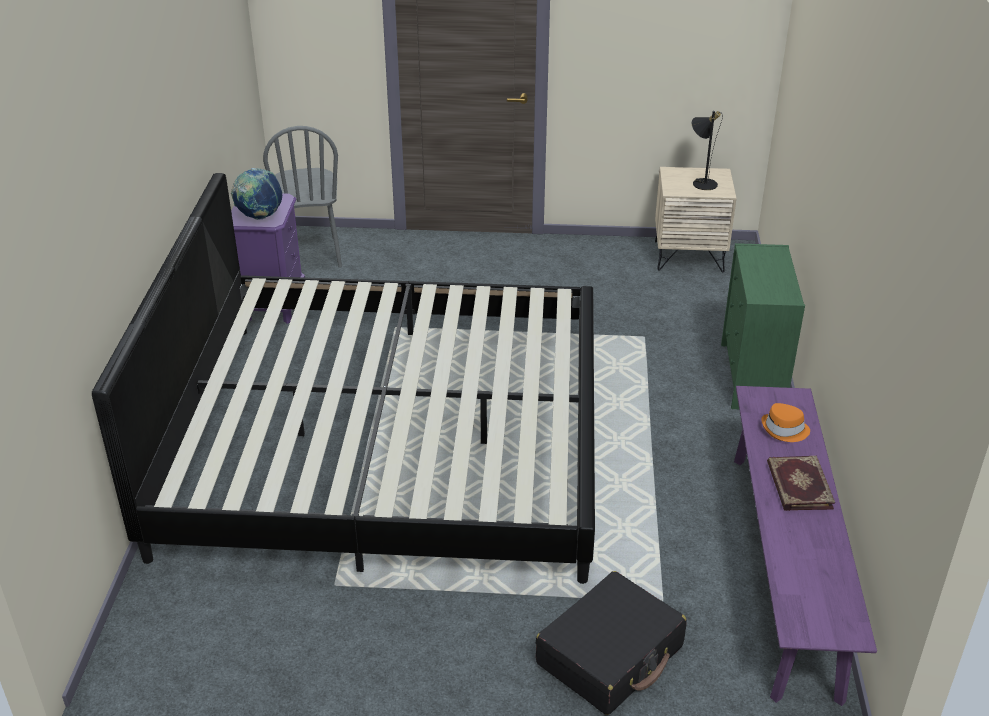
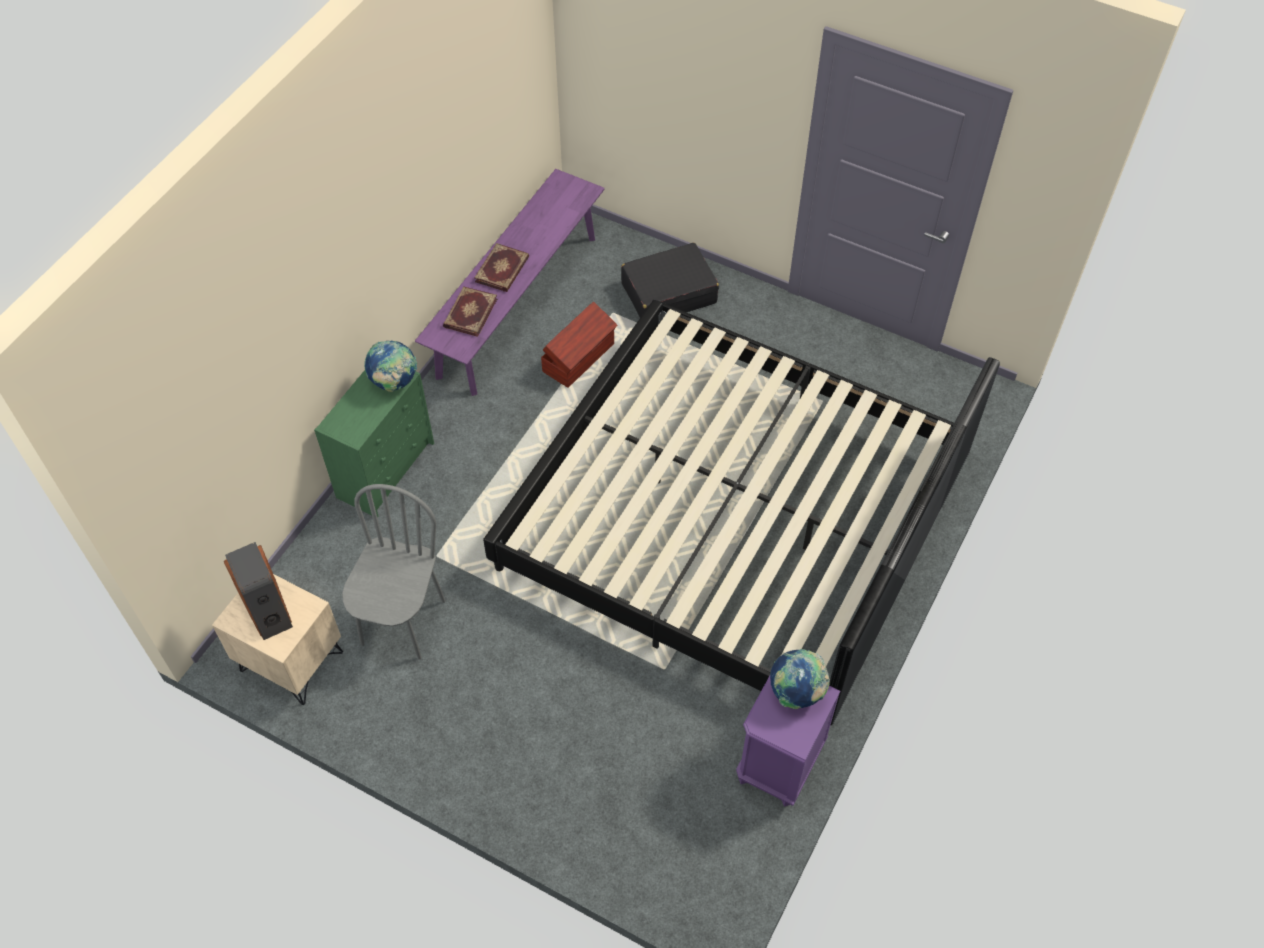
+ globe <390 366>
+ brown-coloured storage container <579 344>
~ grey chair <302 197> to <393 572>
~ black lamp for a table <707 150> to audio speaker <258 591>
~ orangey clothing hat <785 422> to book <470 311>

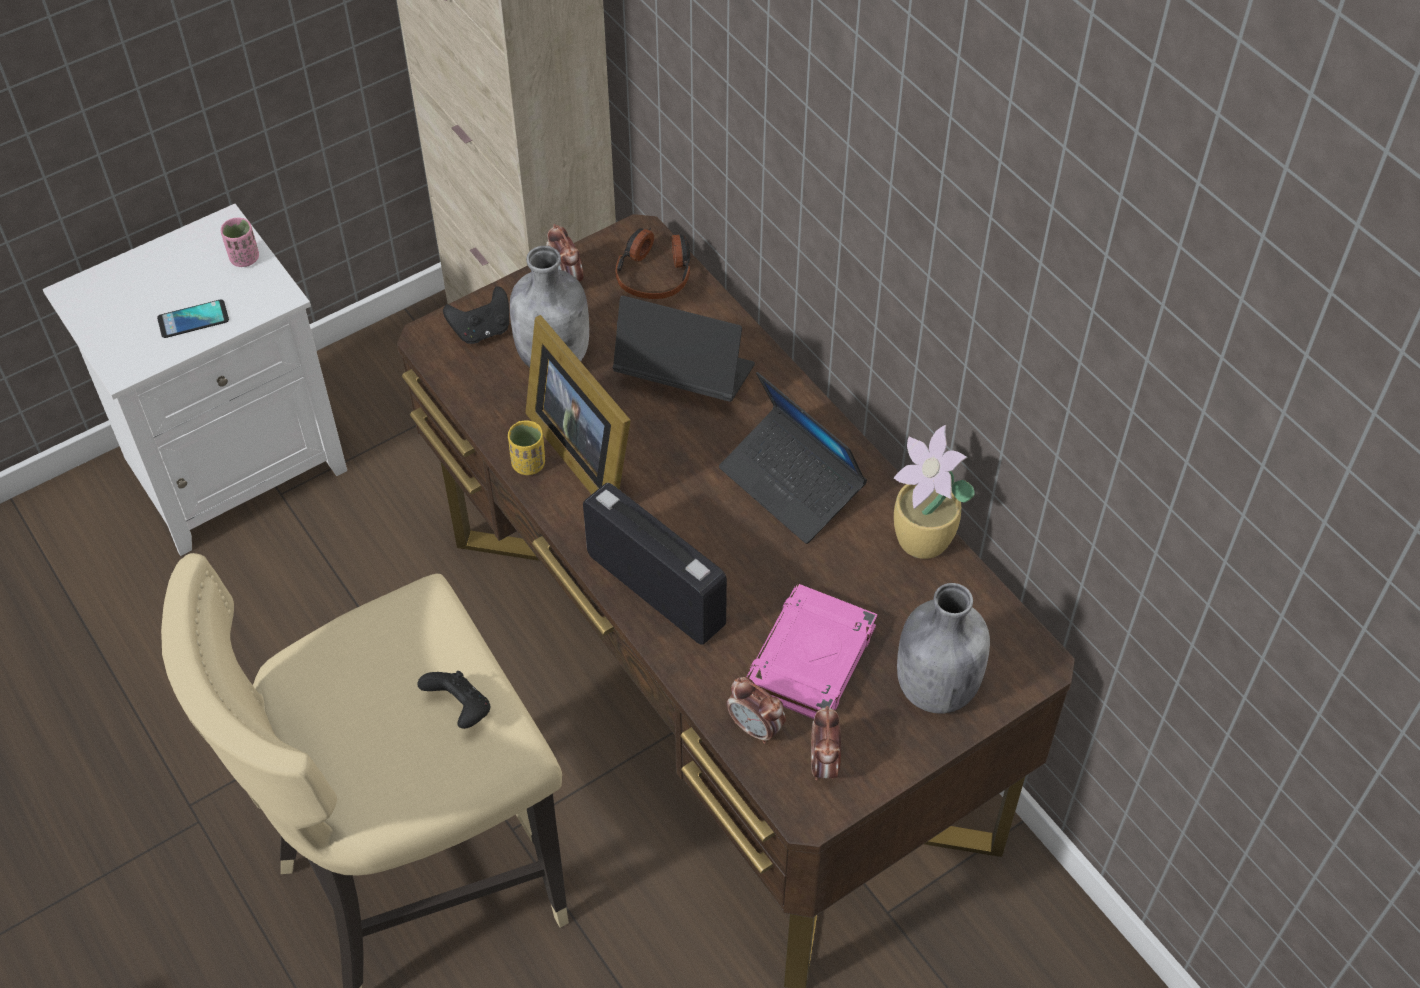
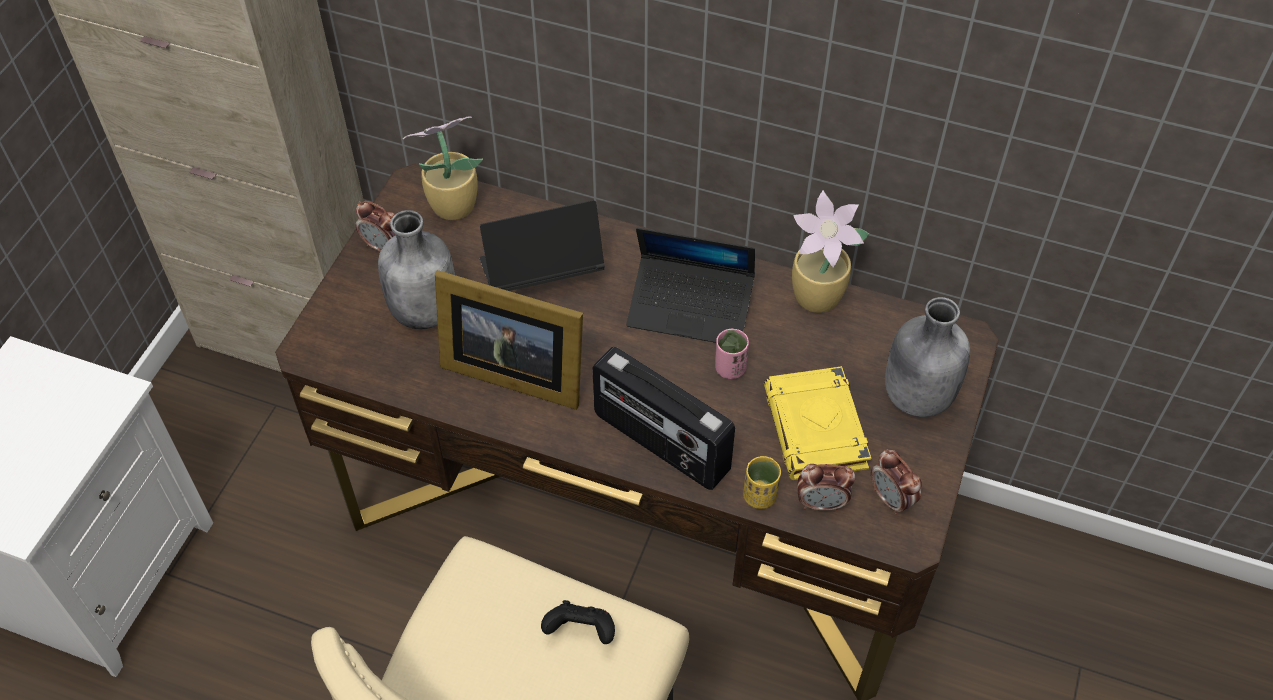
- handset <193 318>
- black gamepad <476 315>
~ pinkish small cup <240 242> to <732 354>
~ yellow small cup <526 448> to <762 482>
~ headset <652 263> to plant in a pot <443 168>
~ pinkish book <812 651> to yellow book <817 423>
~ radio <655 564> = <663 418> 150 degrees counterclockwise

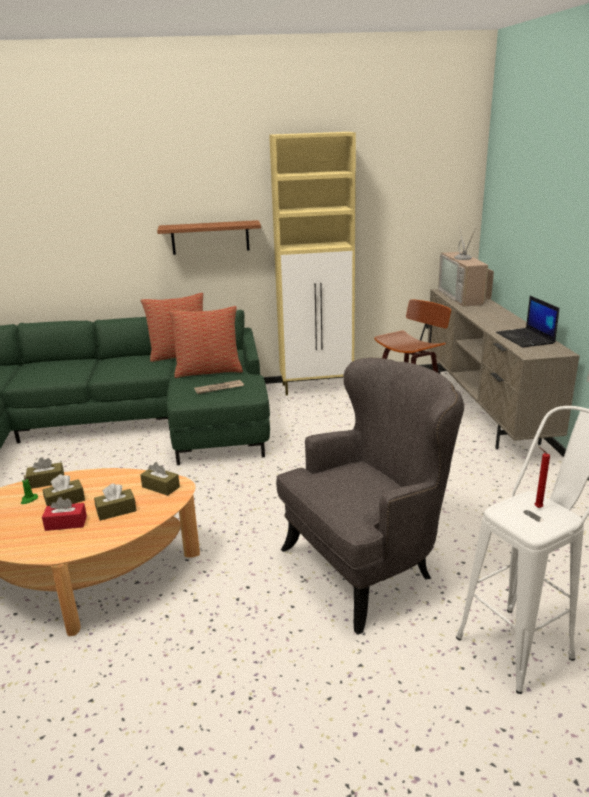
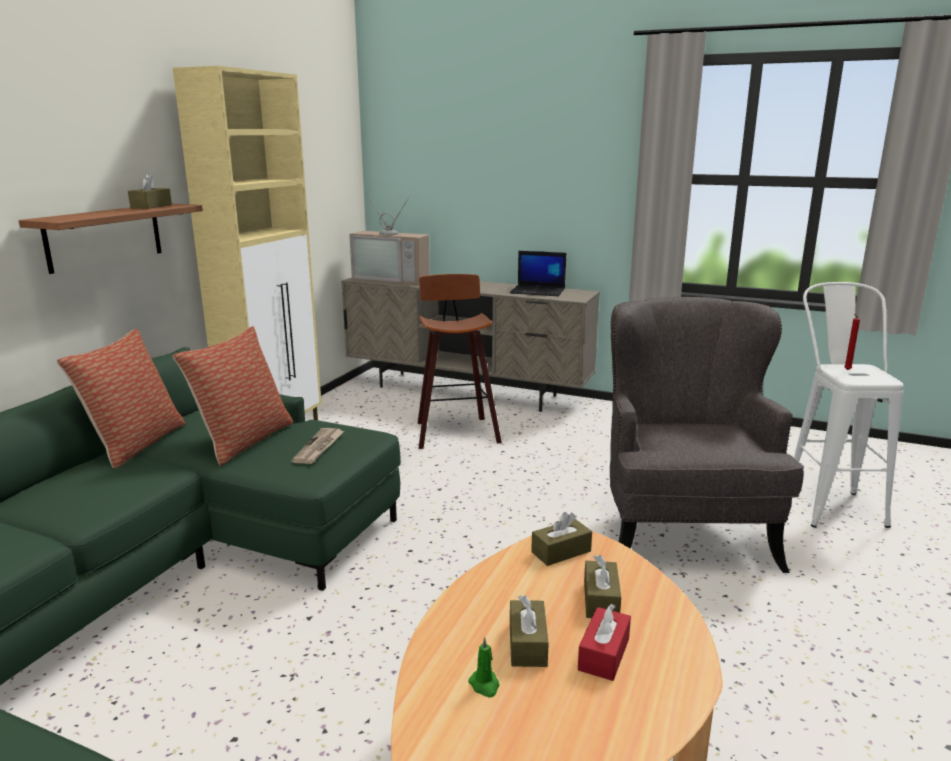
~ brown-coloured box of tissues <45 473> to <150 191>

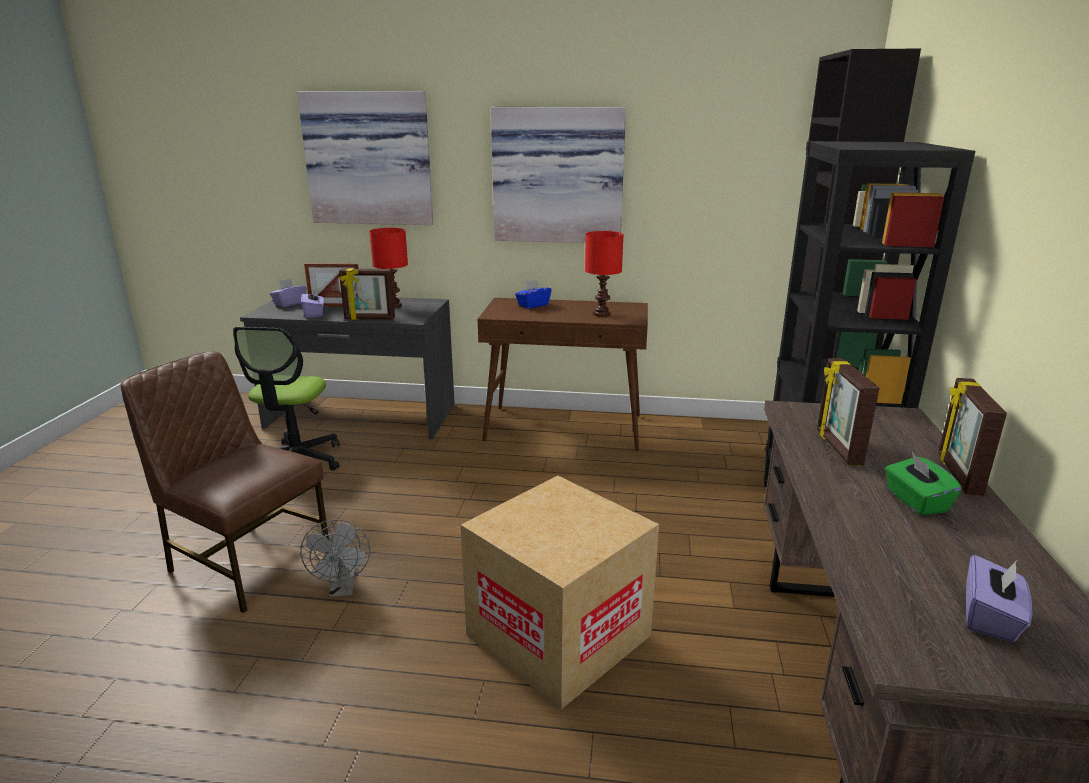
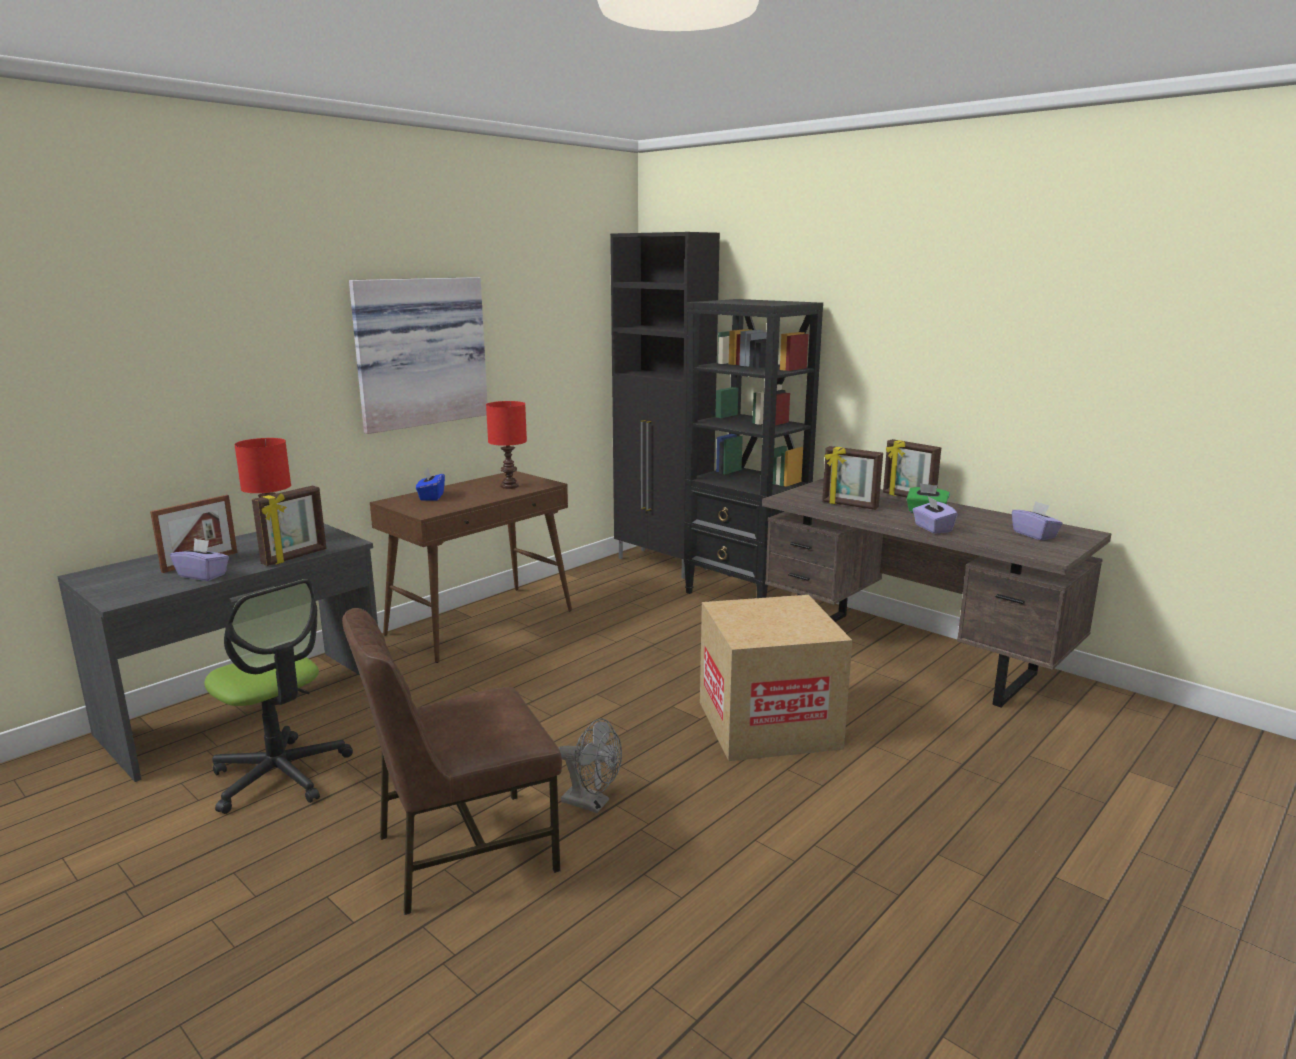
- wall picture <365 158>
~ purple box of tissues <288 293> to <935 515>

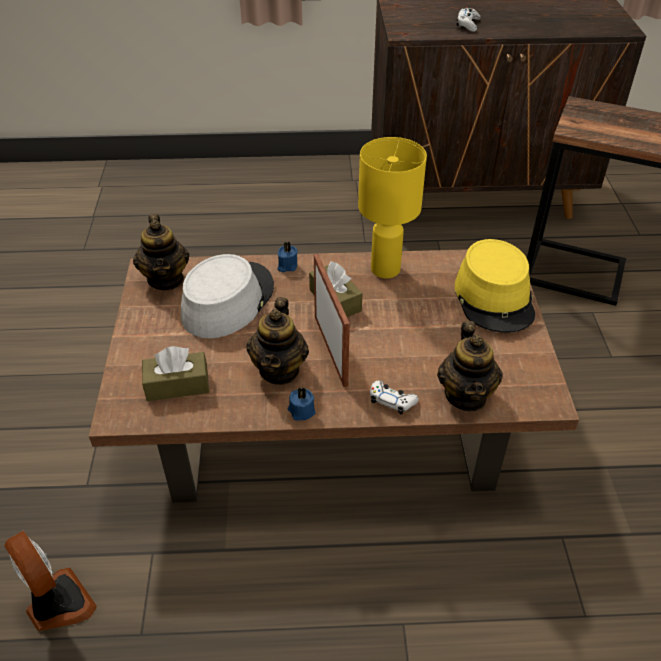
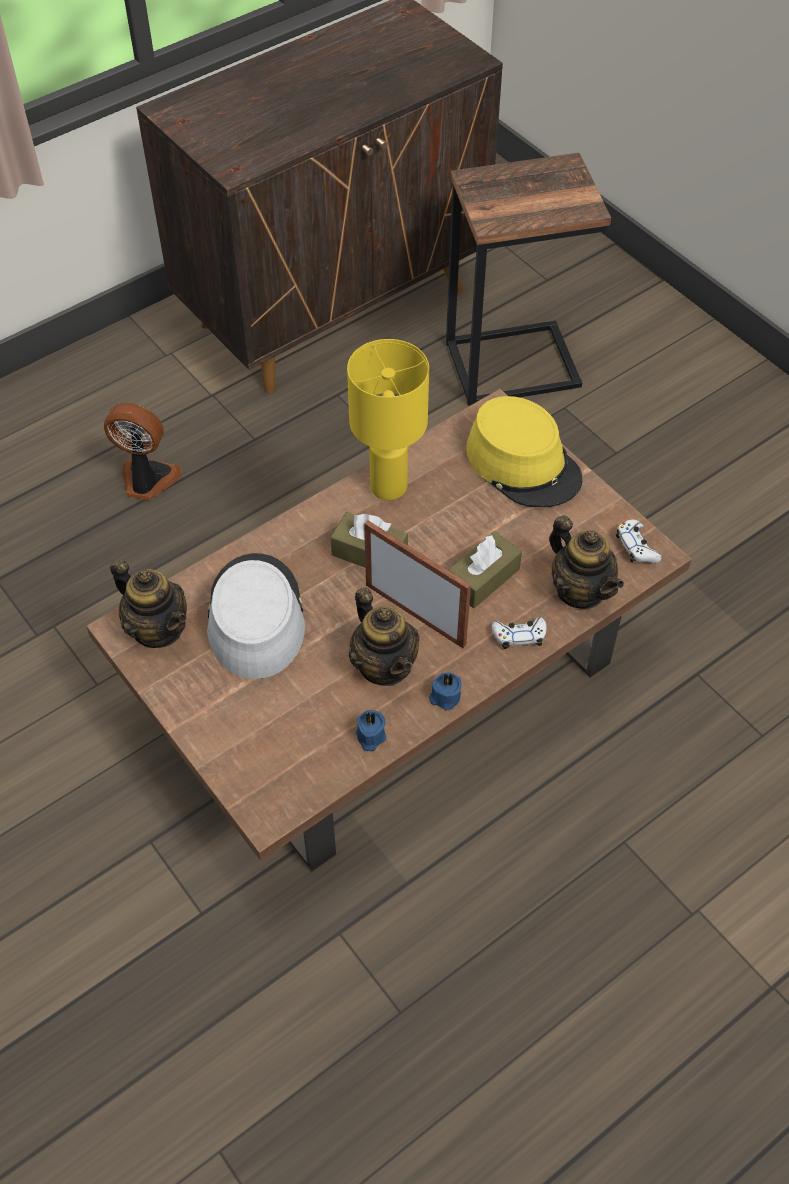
~ cooling fan <50 581> to <143 451>
~ brown-coloured box of tissues <175 373> to <485 569>
~ blue-coloured wax light <287 257> to <371 730>
~ whitish gamepad <468 19> to <638 541>

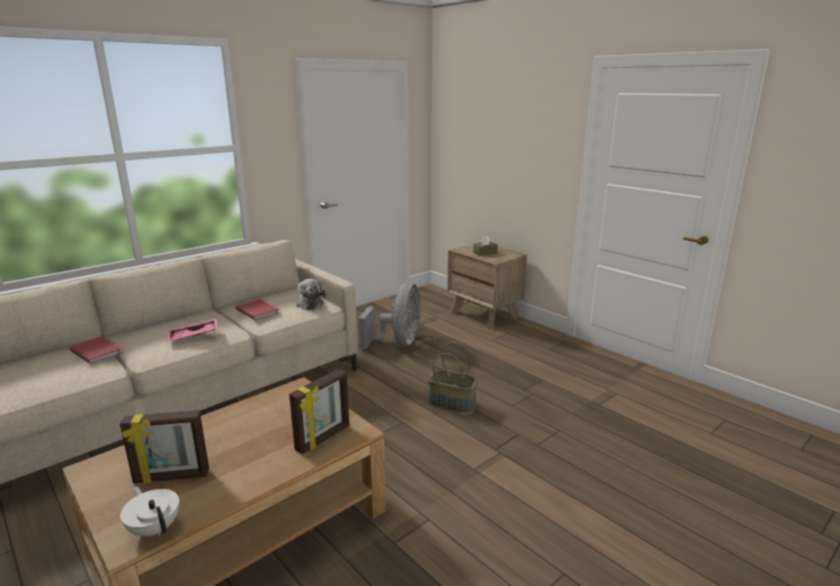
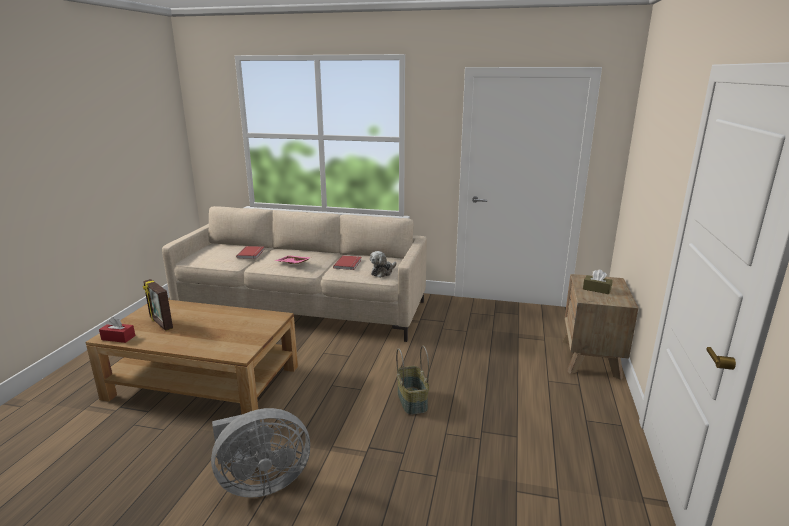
- standing frame <319 411>
~ grey cooling fan <389 316> to <260 453>
~ whitish tea pot <149 511> to reddish box of tissues <117 330>

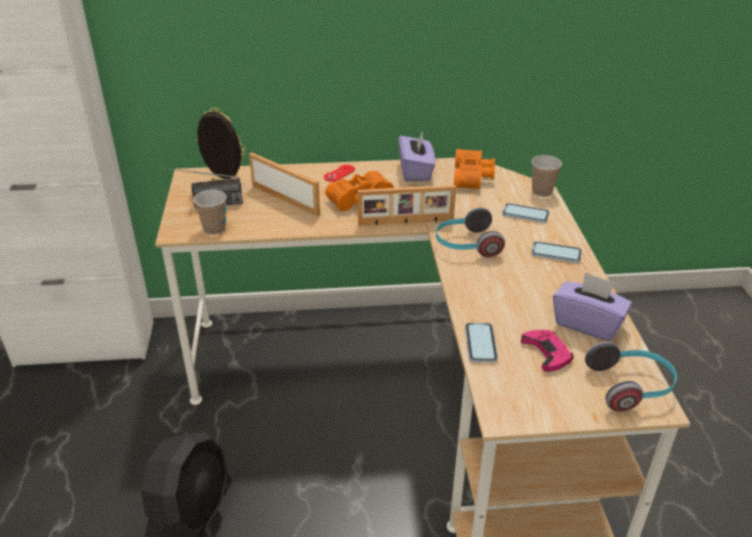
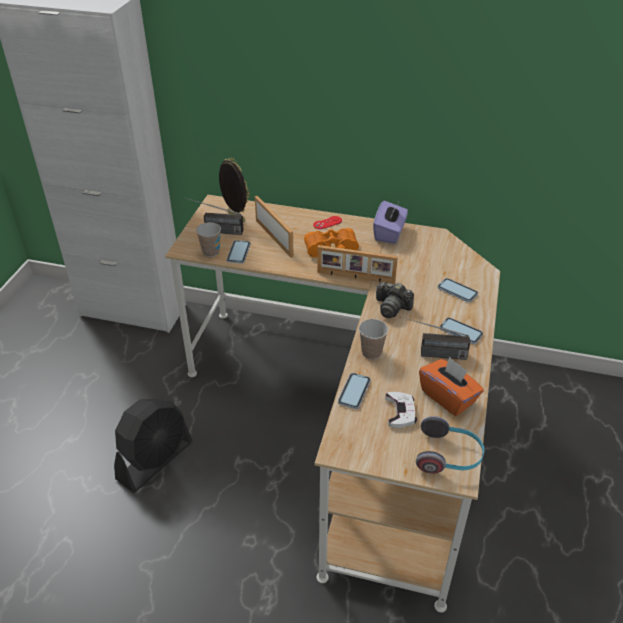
- orangey field glasses <474 169>
+ handset <238 251>
+ radio <435 338>
~ small cup <547 176> to <373 339>
~ headset <470 232> to photo camera <395 300>
~ pinkish gamepad <547 351> to whitish gamepad <401 410>
~ purple box of tissues <592 306> to orangey box of tissues <451 386>

